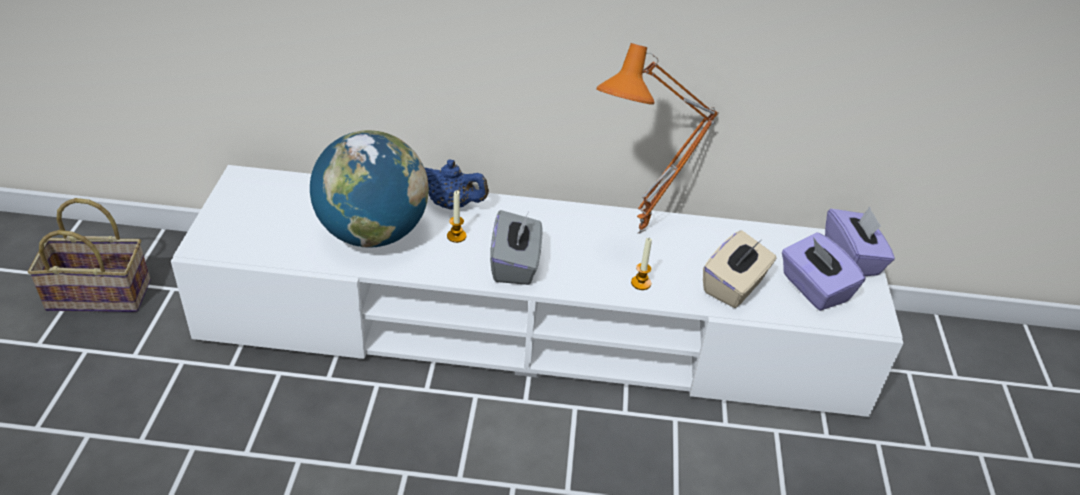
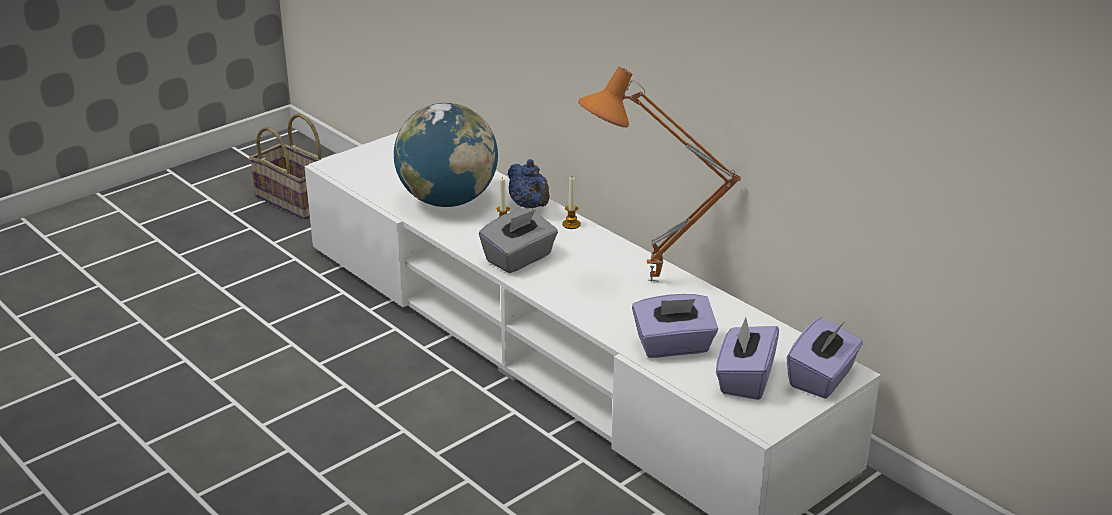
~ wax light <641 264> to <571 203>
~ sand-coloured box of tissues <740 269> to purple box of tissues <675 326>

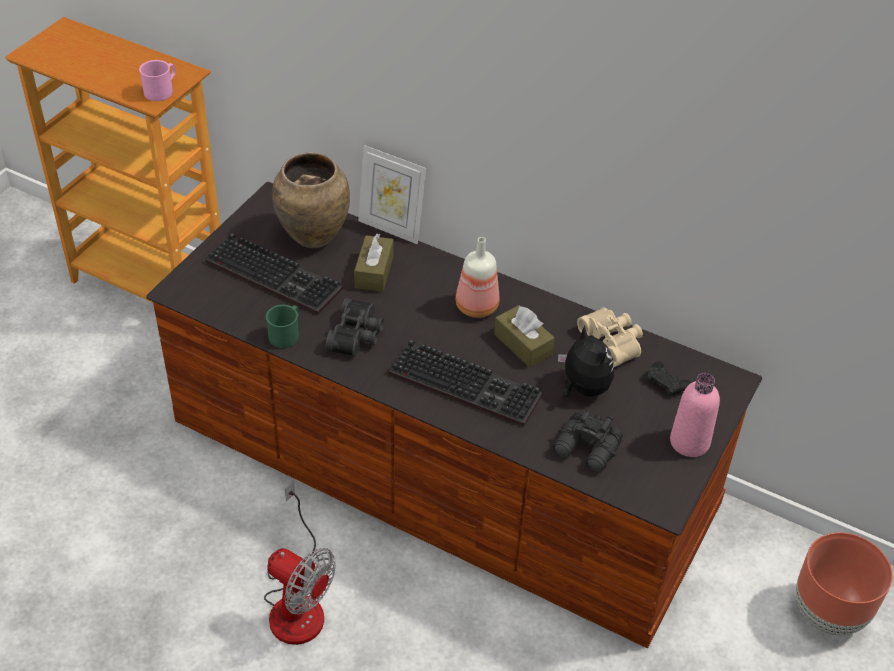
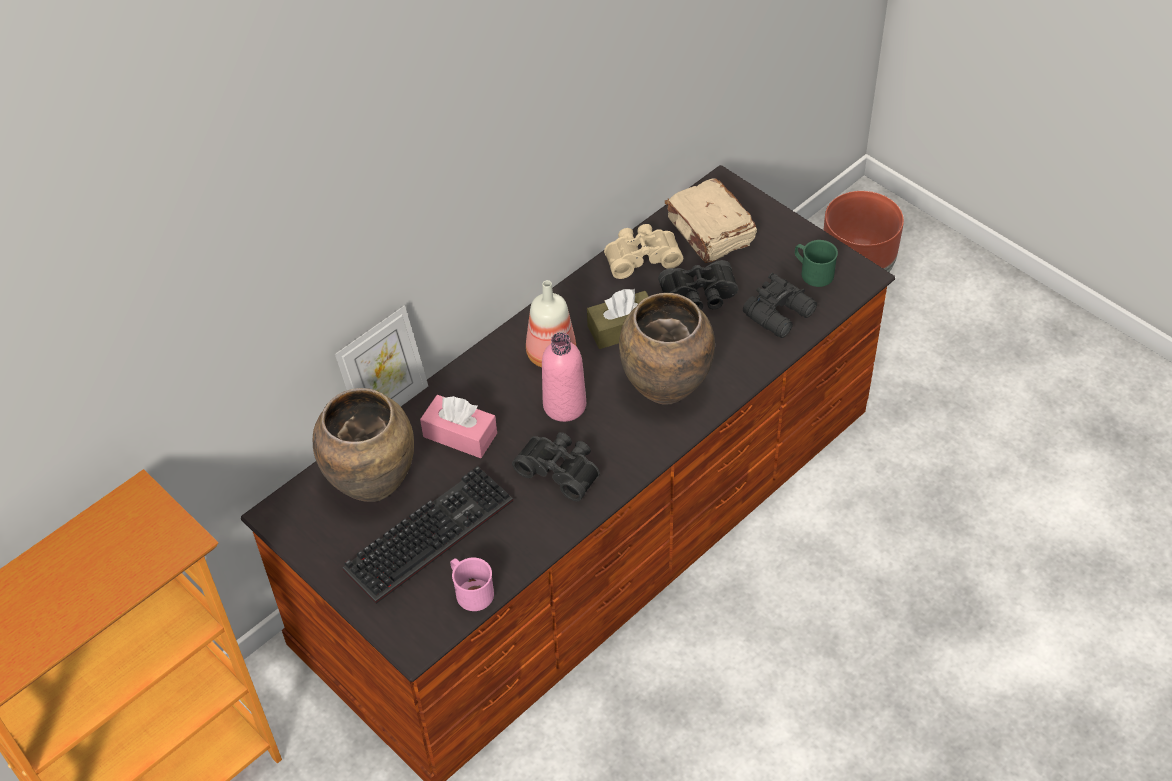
- cooling fan <300 562>
~ pinkish coffee mug <157 80> to <472 584>
~ green-coloured coffee mug <282 326> to <816 263>
~ pinkish drink bottle <695 415> to <564 377>
~ PC keyboard <465 383> to brown-coloured vase <667 349>
~ plush toy <586 361> to black field glasses <698 284>
~ black gamepad <669 378> to sand-coloured book <711 221>
~ brown-coloured box of tissues <374 263> to pinkish box of tissues <458 426>

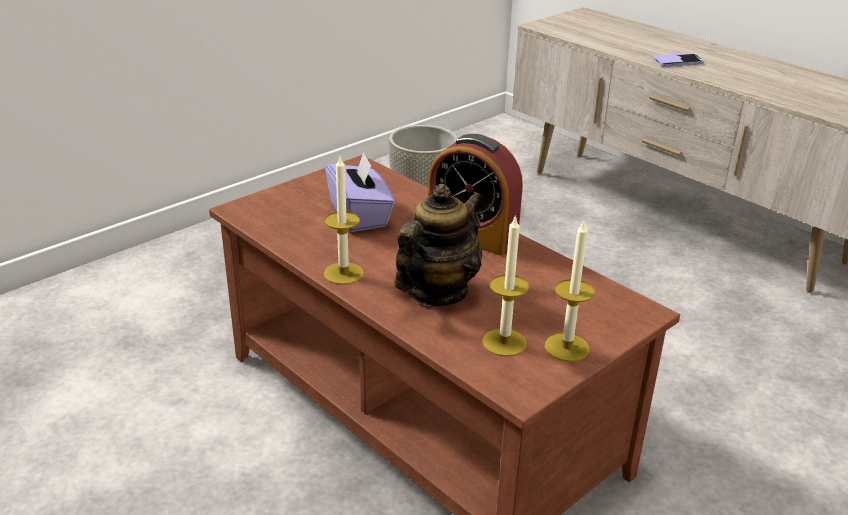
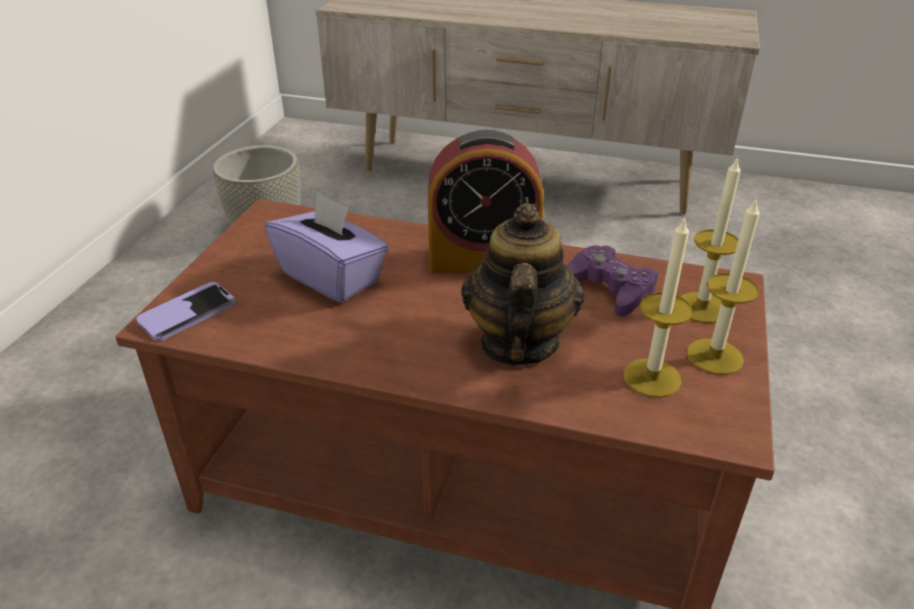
+ purple gamepad <612 281>
~ wax light <344 221> to <710 239>
~ handset <678 60> to <186 311>

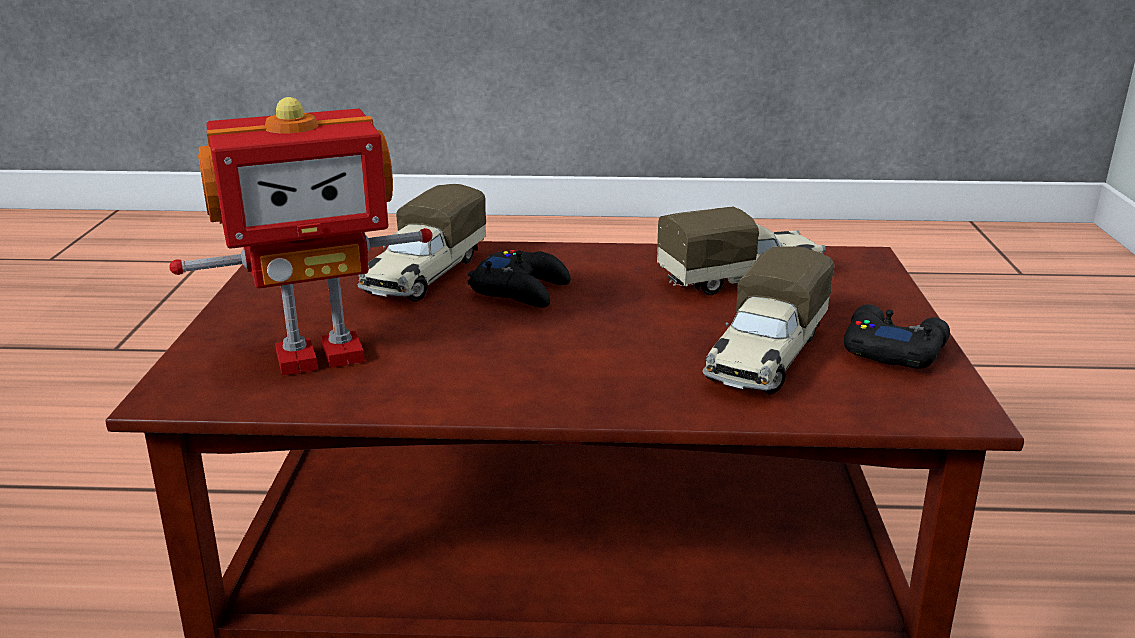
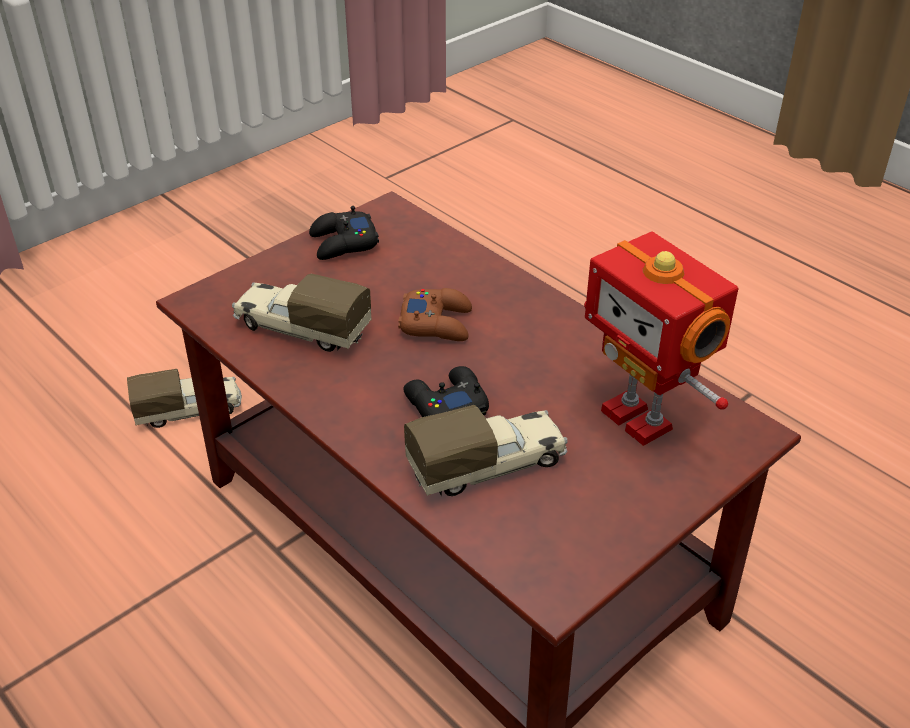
+ brown-coloured gamepad <435 314>
~ toy truck <768 320> to <184 398>
~ model robot <301 236> = <661 339> 150 degrees counterclockwise

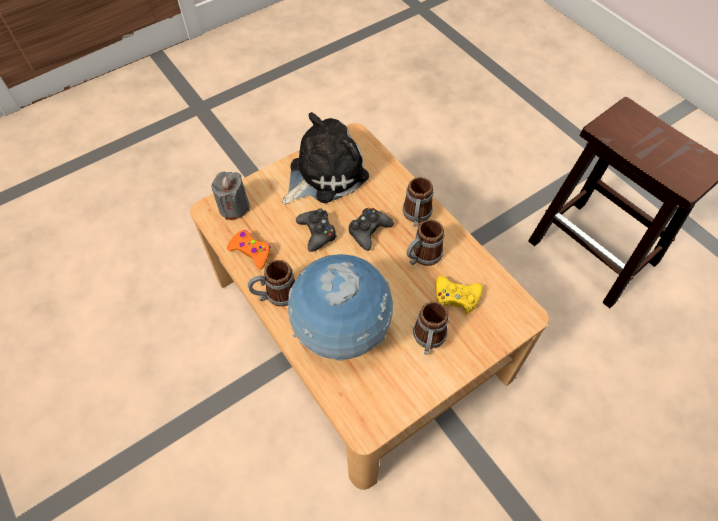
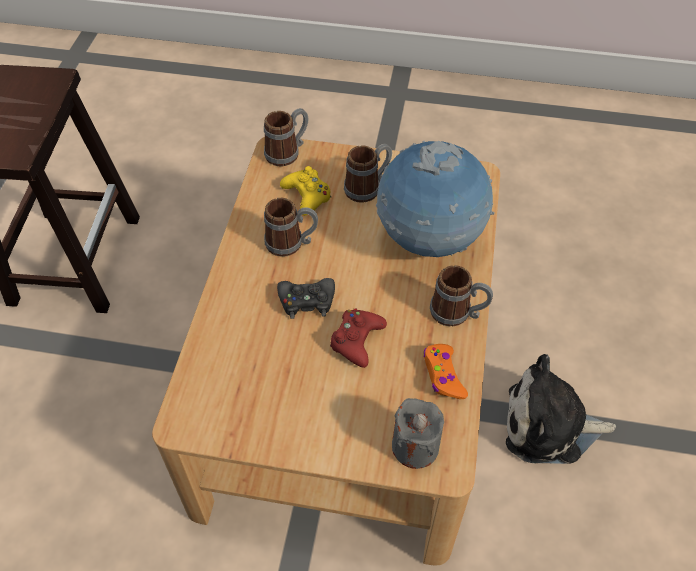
~ plush toy <325 158> to <561 409>
~ coffee mug <418 202> to <286 137>
~ black gamepad <316 230> to reddish gamepad <358 338>

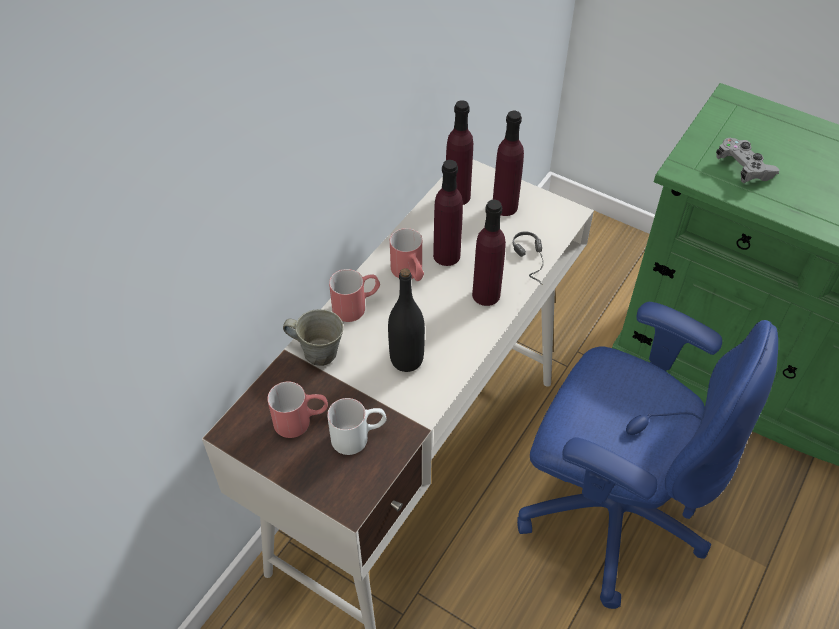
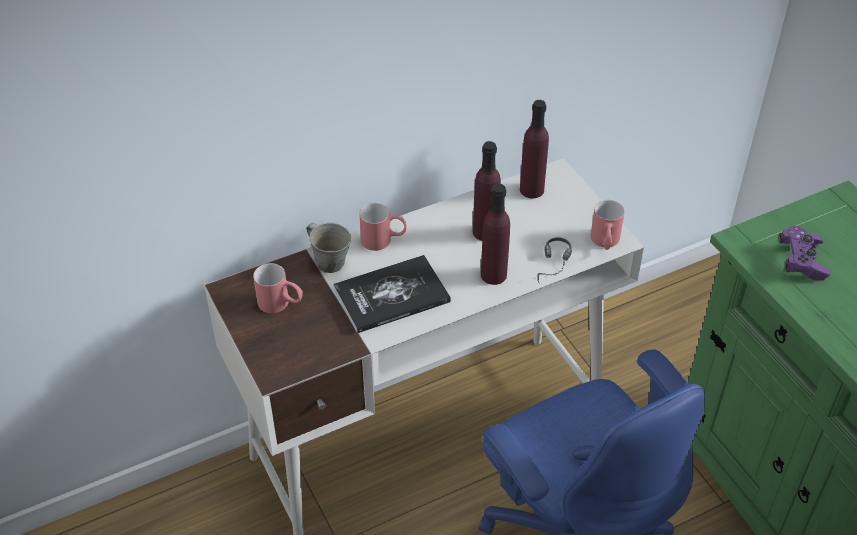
- whitish coffee mug <357 426>
- purple drink bottle <508 163>
~ reddish coffee mug <407 254> to <608 225>
~ black drink bottle <406 320> to book <392 294>
~ grey gamepad <747 160> to purple gamepad <805 253>

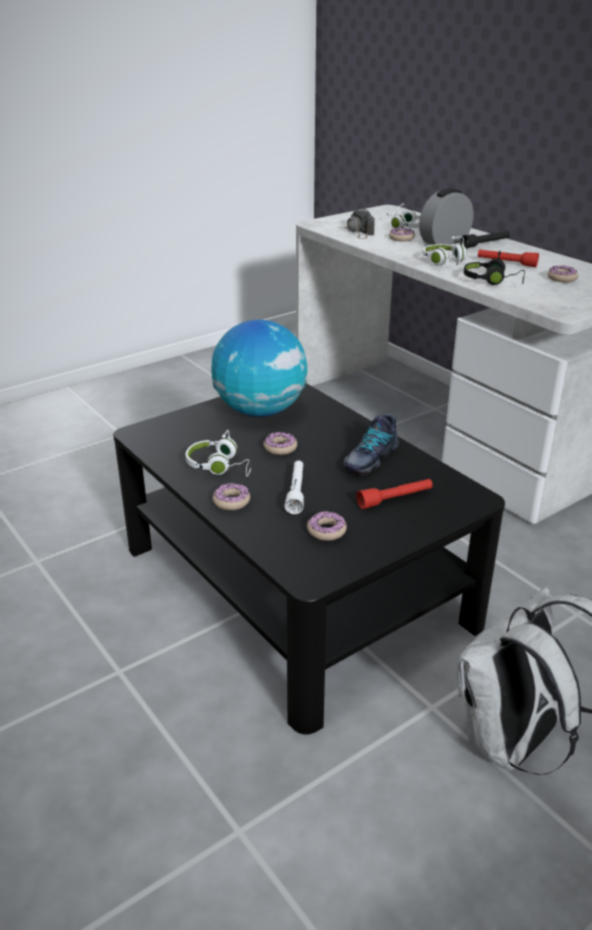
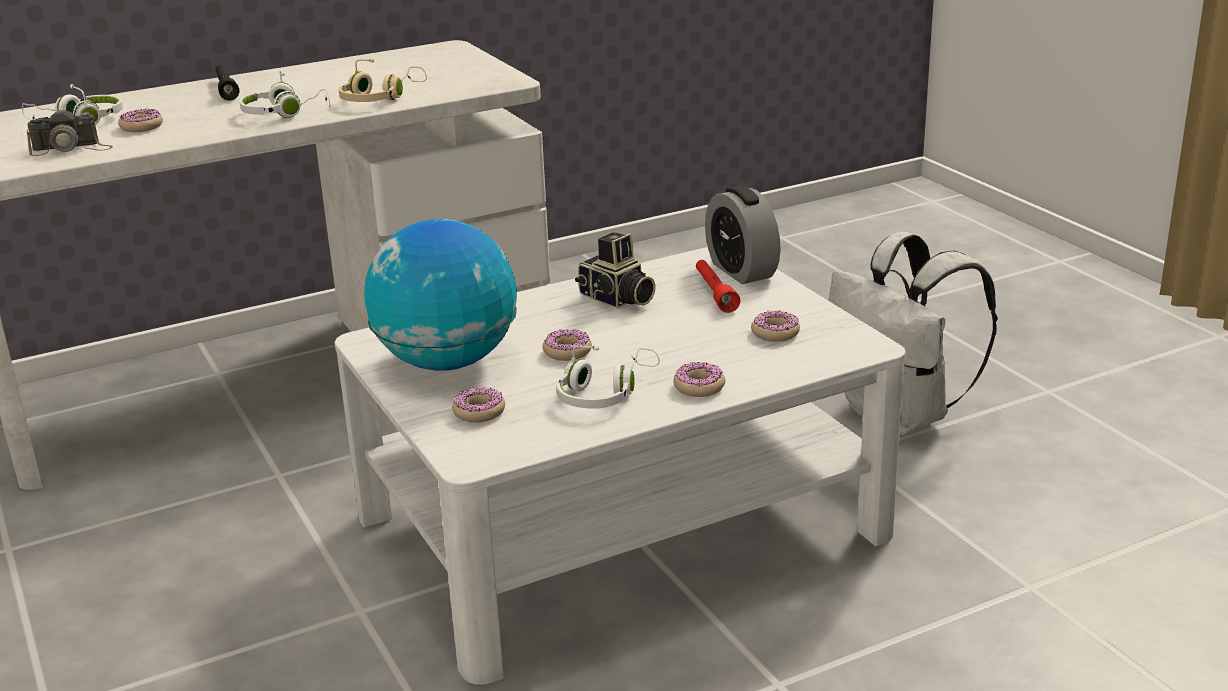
- whitish hand torch <294 487>
- reddish hand torch <508 258>
~ bedside clock <446 216> to <743 234>
~ donut <563 273> to <478 404>
~ low shoe <371 444> to photo camera <615 270>
~ black low table <309 558> to whitish low table <620 466>
~ black headset <494 267> to sand-coloured headset <382 80>

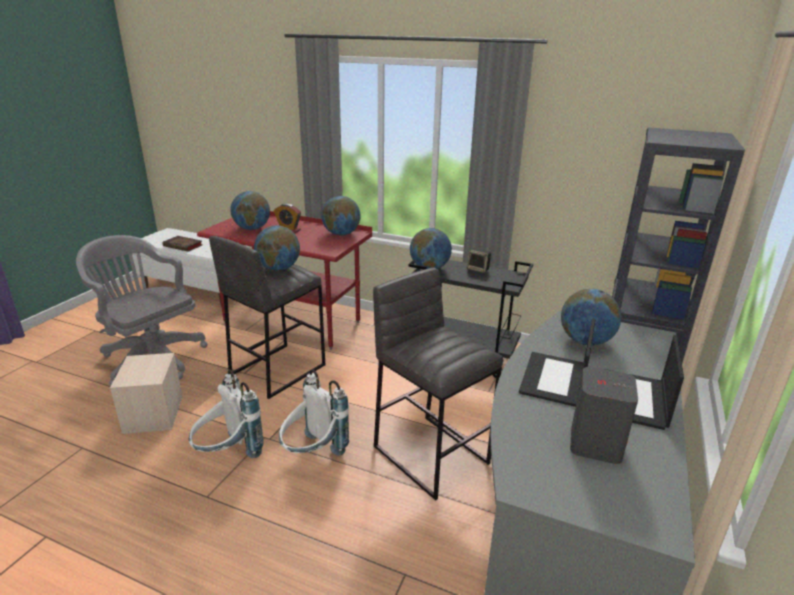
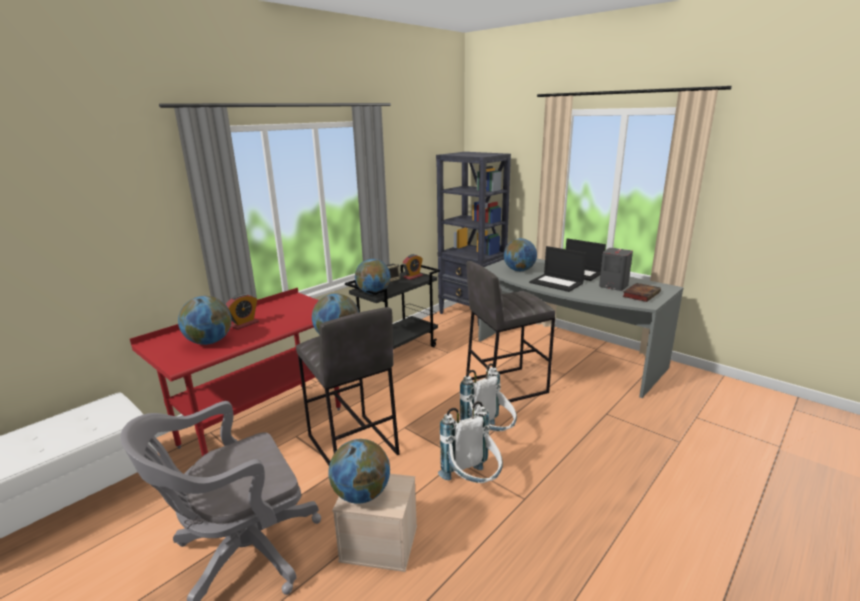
+ bedside clock <412 267>
~ book <182 244> to <641 292>
~ globe <341 215> to <359 471>

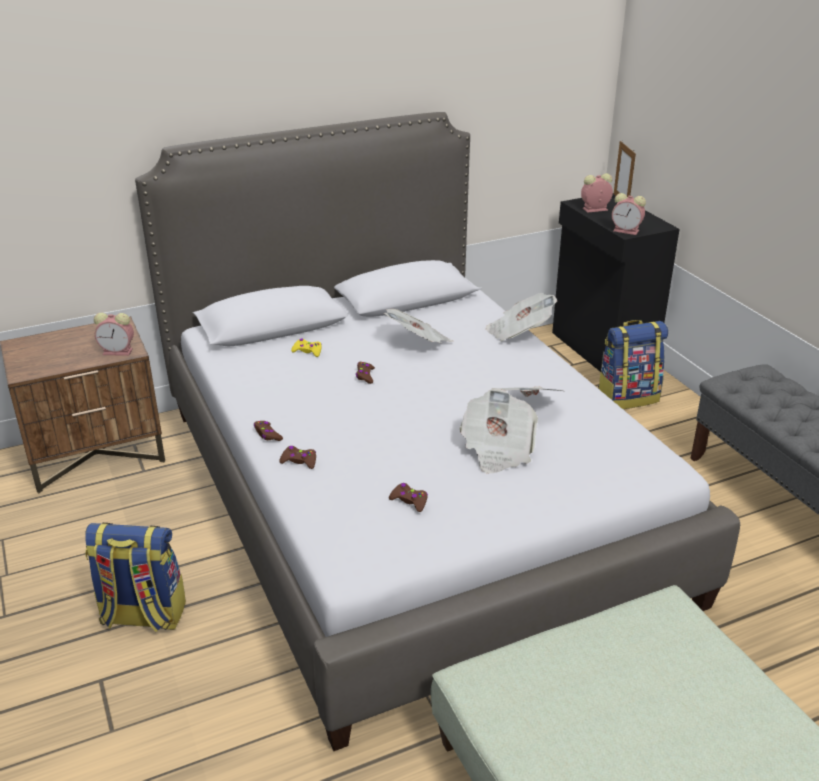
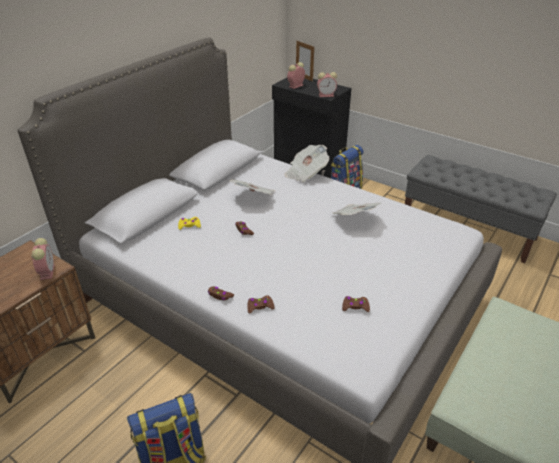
- newspaper <498 431>
~ bedside clock <114 334> = <43 259> 75 degrees counterclockwise

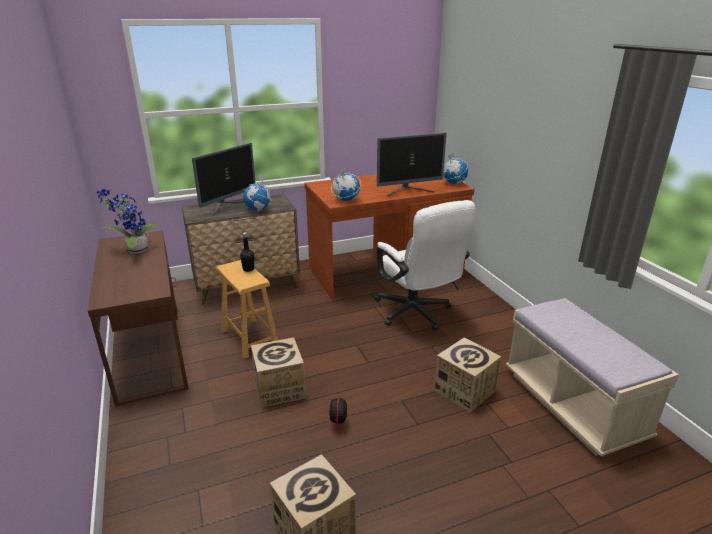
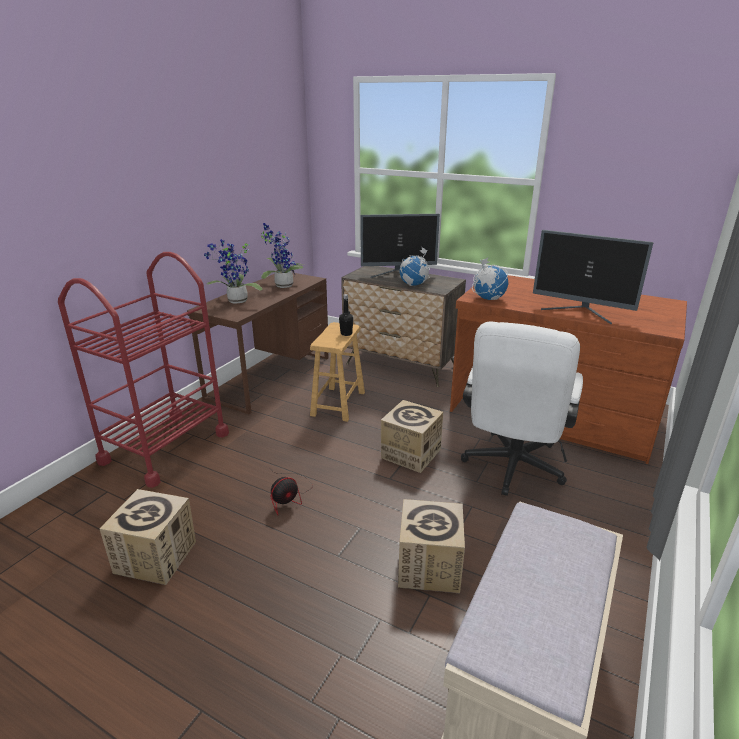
- globe <455 168>
+ reddish trolley <143 370>
+ plant in a pot <233 271>
~ packing box <278 372> to <412 436>

